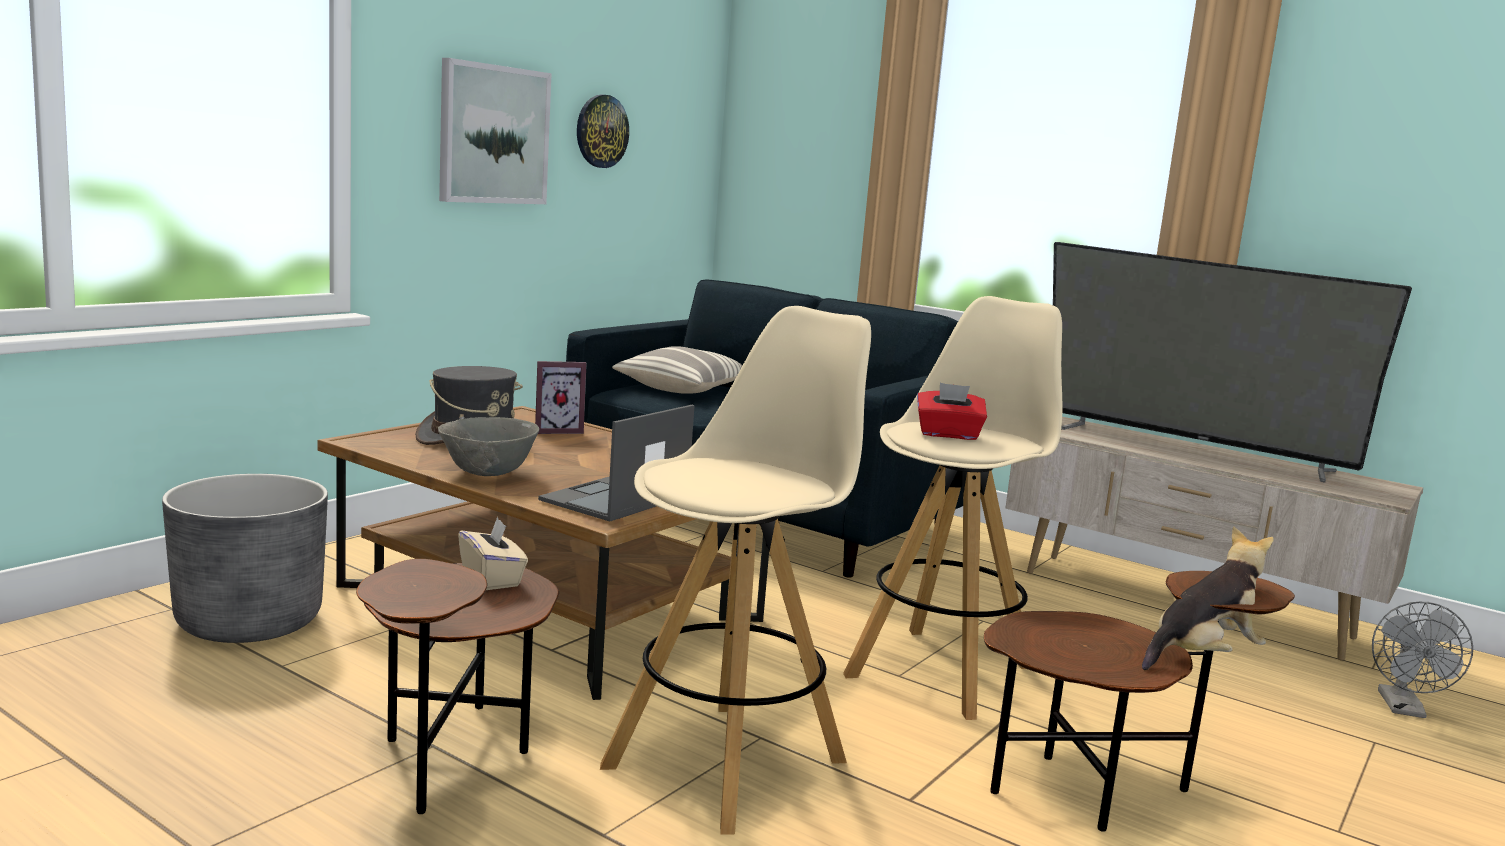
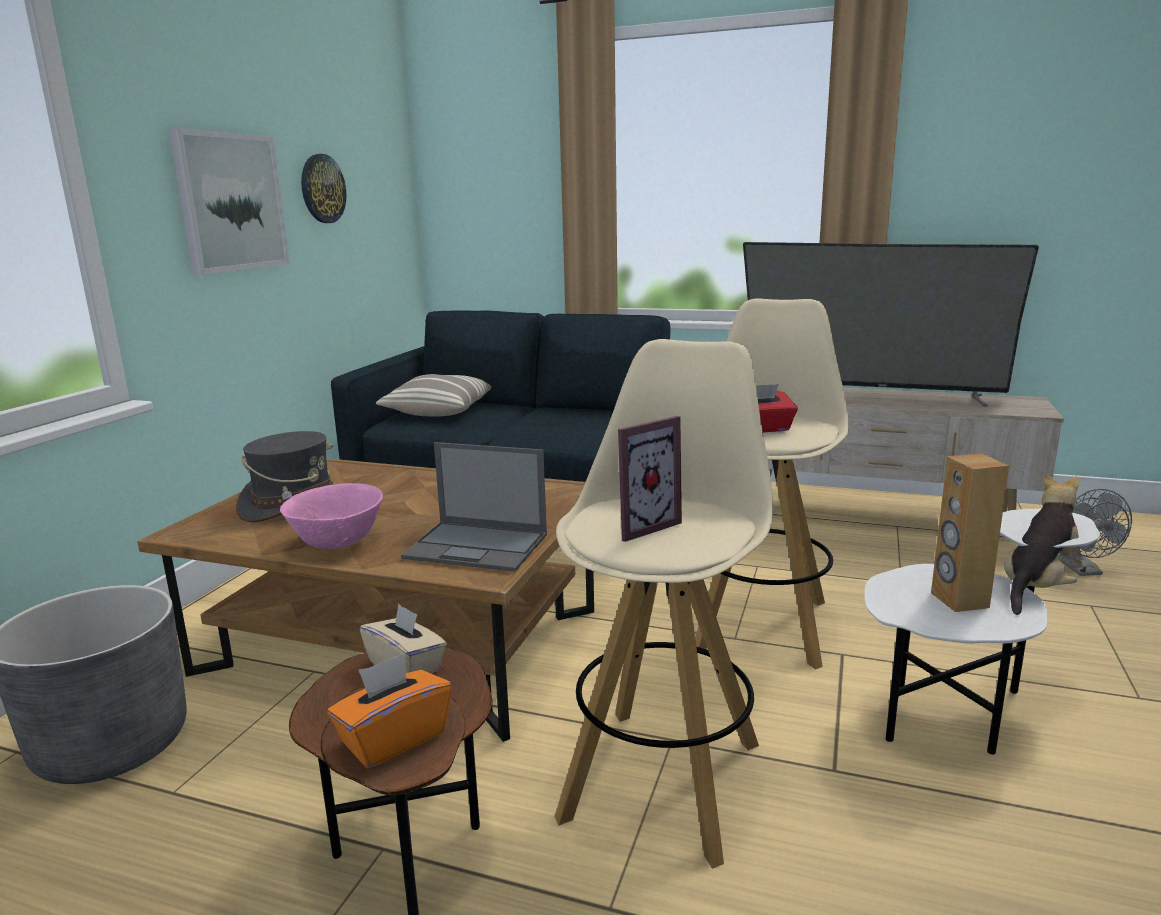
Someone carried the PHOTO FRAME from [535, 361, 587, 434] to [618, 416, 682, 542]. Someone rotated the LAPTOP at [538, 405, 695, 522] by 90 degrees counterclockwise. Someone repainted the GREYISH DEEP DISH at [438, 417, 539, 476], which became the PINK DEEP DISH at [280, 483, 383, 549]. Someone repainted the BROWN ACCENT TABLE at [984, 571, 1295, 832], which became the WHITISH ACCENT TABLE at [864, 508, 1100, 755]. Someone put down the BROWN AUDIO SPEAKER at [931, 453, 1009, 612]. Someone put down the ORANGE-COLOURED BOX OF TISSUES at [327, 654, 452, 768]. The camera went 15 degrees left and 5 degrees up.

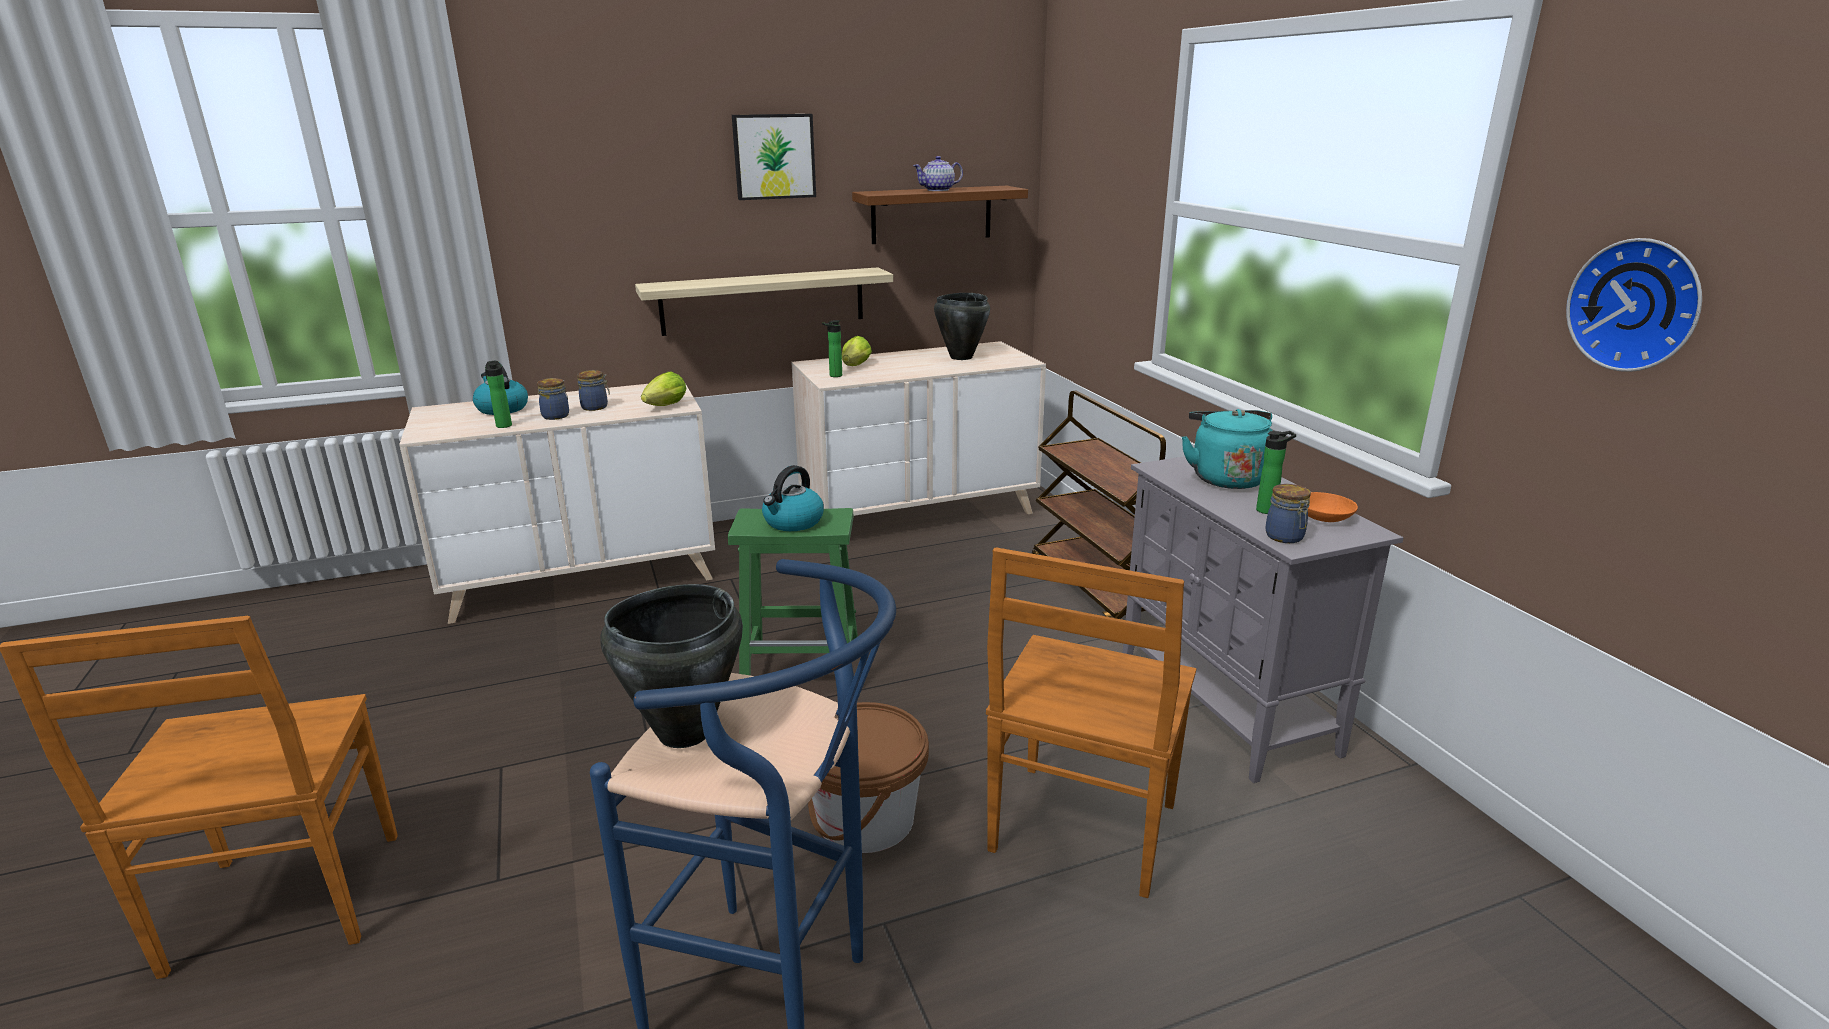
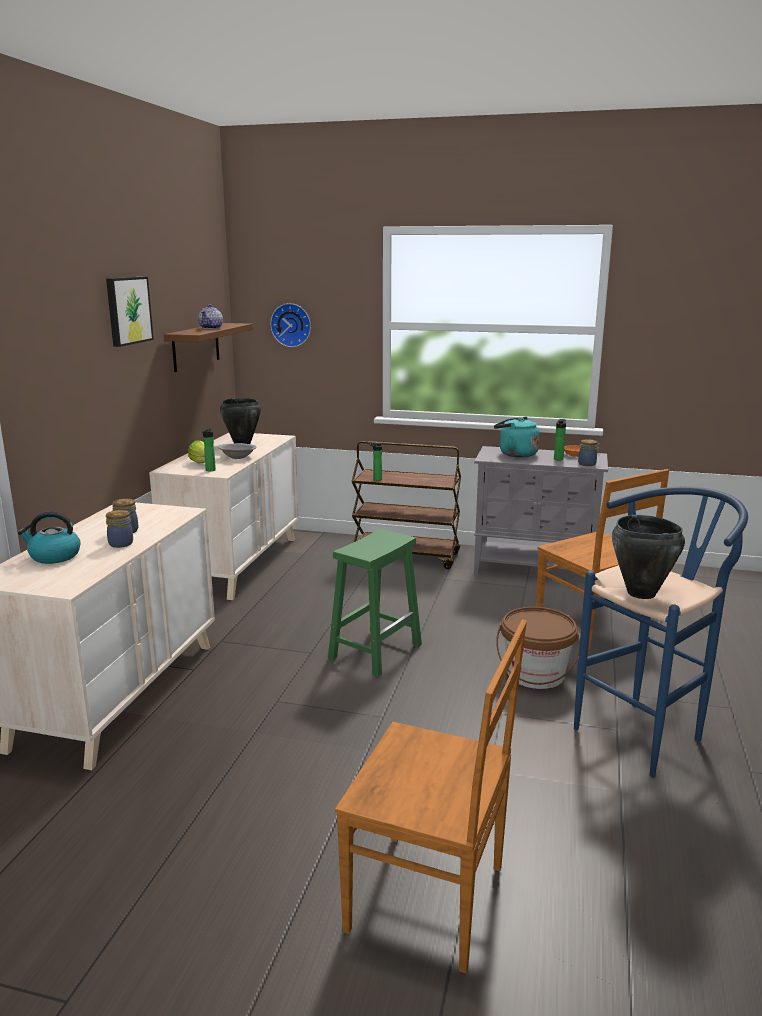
Someone carried the WALL CLOCK from [1566, 238, 1702, 372] to [270, 303, 311, 347]. Someone took away the SHELF at [635, 267, 893, 336]. Someone carried the BOTTLE from [485, 361, 512, 428] to [369, 443, 382, 481]. Someone took away the LETTUCE HEAD at [641, 371, 687, 406]. Someone took away the WATER KETTLE at [762, 465, 824, 531]. Someone put down the GREYISH DEEP DISH at [218, 443, 257, 459]. The camera went 55 degrees left and 5 degrees down.

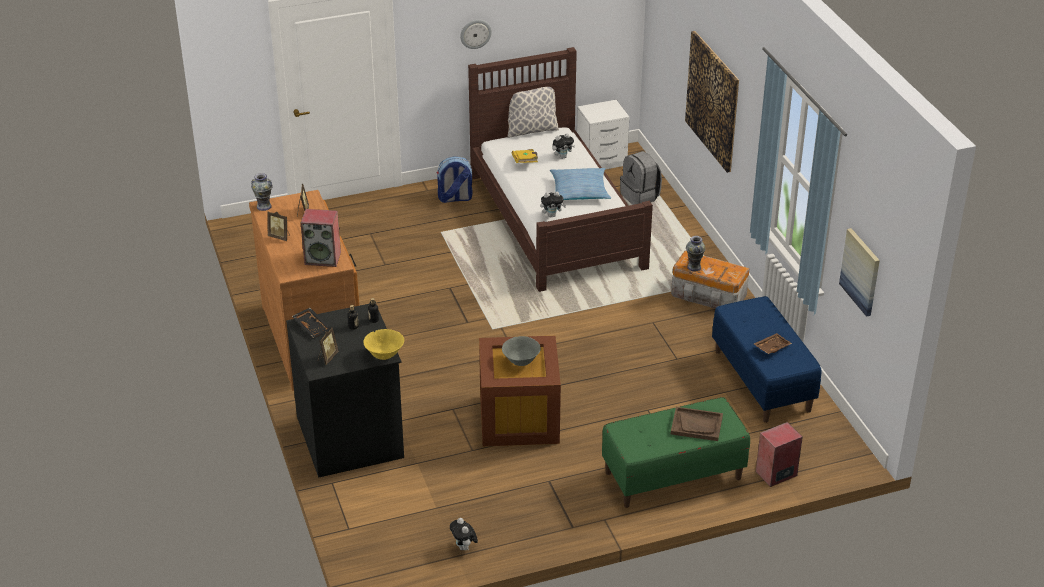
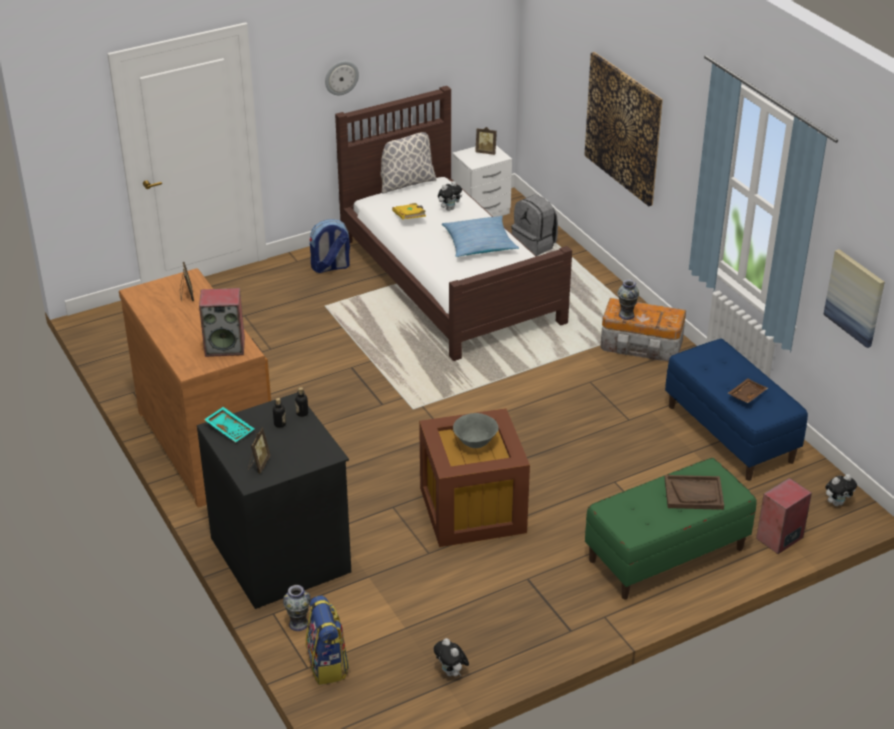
Someone carried the FLOWER VASE from [251, 173, 273, 211] to [283, 585, 311, 631]. Someone carried the CUDDLY TOY from [541, 191, 566, 217] to [825, 474, 857, 506]. Someone carried the PHOTO FRAME from [267, 211, 290, 241] to [475, 127, 497, 155]. Someone repainted the BLACK SERVING TRAY at [292, 308, 331, 338], which became the TURQUOISE-COLOURED SERVING TRAY at [204, 407, 254, 443]. Someone took away the YELLOW DEEP DISH at [363, 329, 404, 360]. Someone put down the BACKPACK at [306, 596, 349, 685]. The camera went 10 degrees left and 0 degrees up.

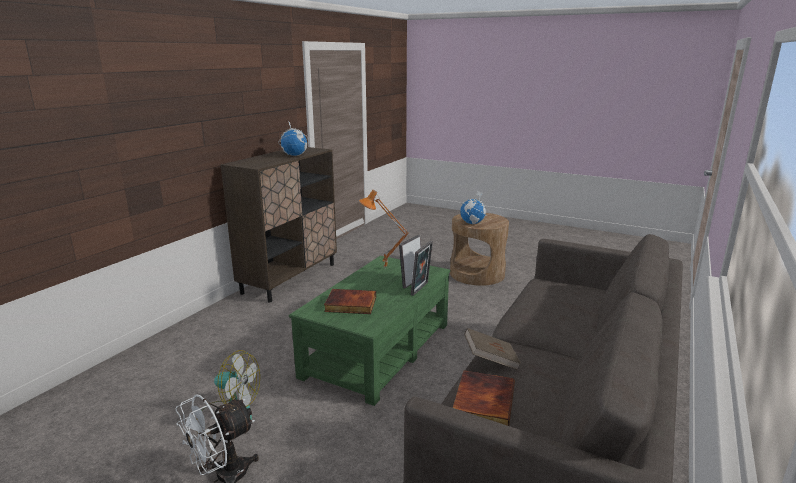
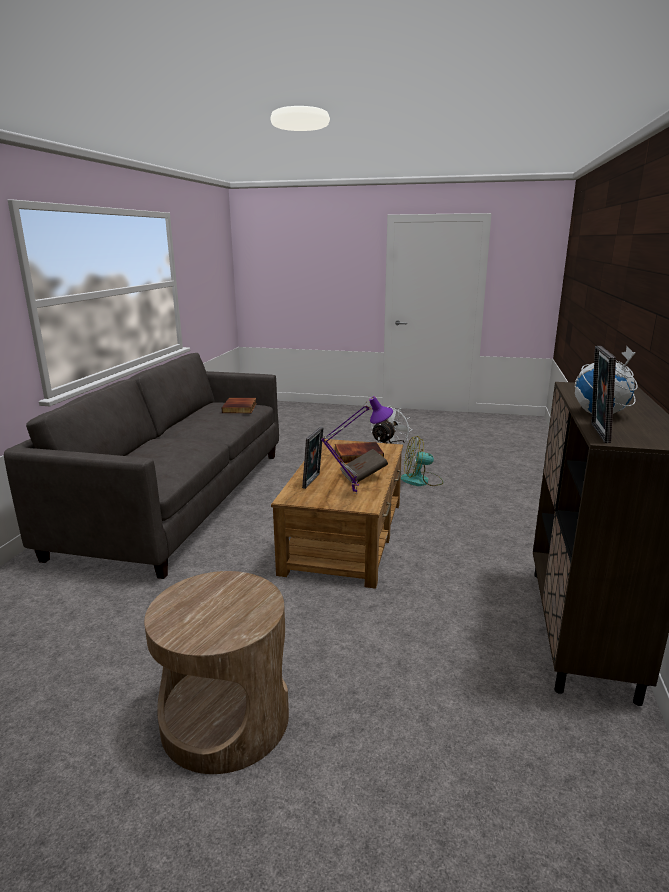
Someone repainted the ORANGE-COLOURED TABLE LAMP at [359, 190, 409, 269], which became the PURPLISH TABLE LAMP at [321, 396, 393, 494]. Someone took away the DESK GLOBE at [461, 191, 487, 224]. Someone carried the PHOTO FRAME from [411, 241, 433, 296] to [591, 346, 616, 443]. Someone repainted the GREENISH LOUNGE TABLE at [289, 256, 451, 406], which became the BROWN LOUNGE TABLE at [271, 439, 403, 589]. Someone carried the BROWN BOOK from [464, 328, 521, 370] to [340, 449, 388, 484]. The camera went 165 degrees right and 0 degrees up.

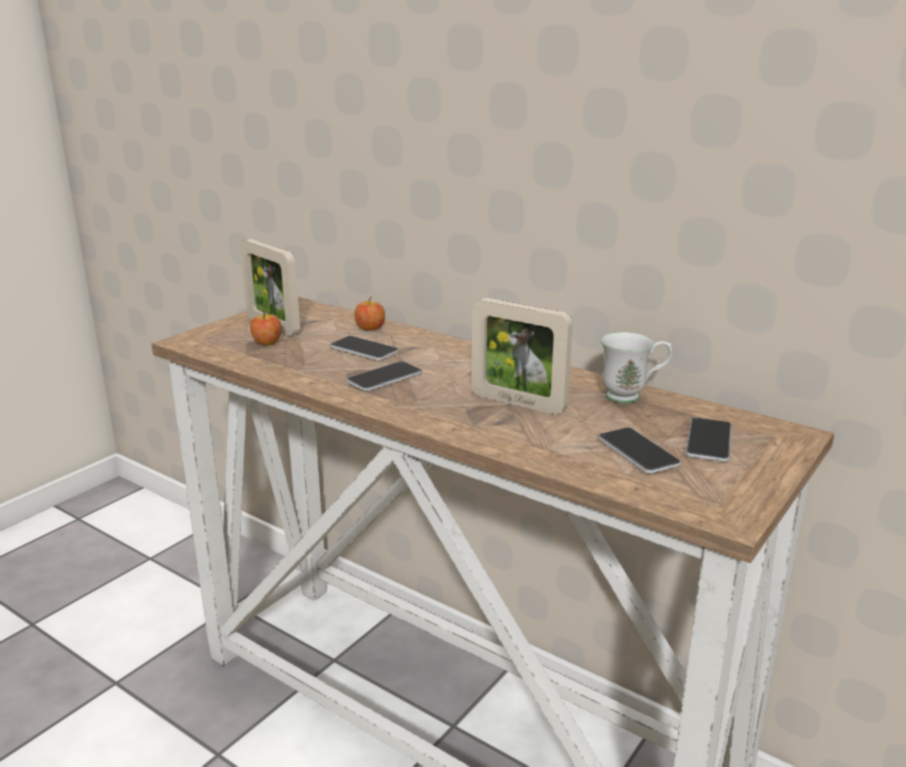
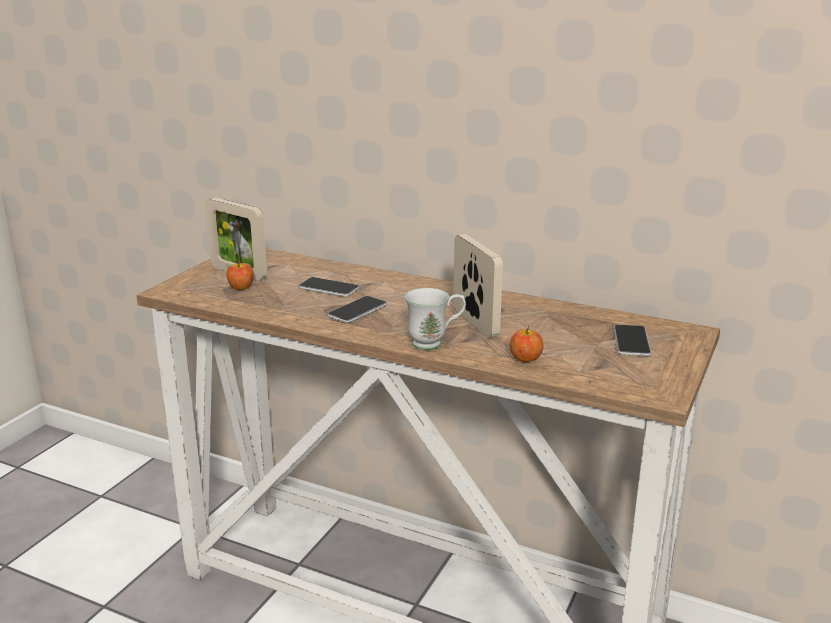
Someone carried the WHOLE APPLE from [354, 297, 385, 330] to [510, 326, 544, 362]. Someone rotated the PHOTO FRAME at [471, 298, 573, 415] by 135 degrees counterclockwise. Someone carried the WHITISH MUG from [601, 332, 672, 403] to [404, 288, 466, 350]. Someone took away the PHONE at [598, 427, 681, 474]. The camera went 10 degrees left and 0 degrees up.

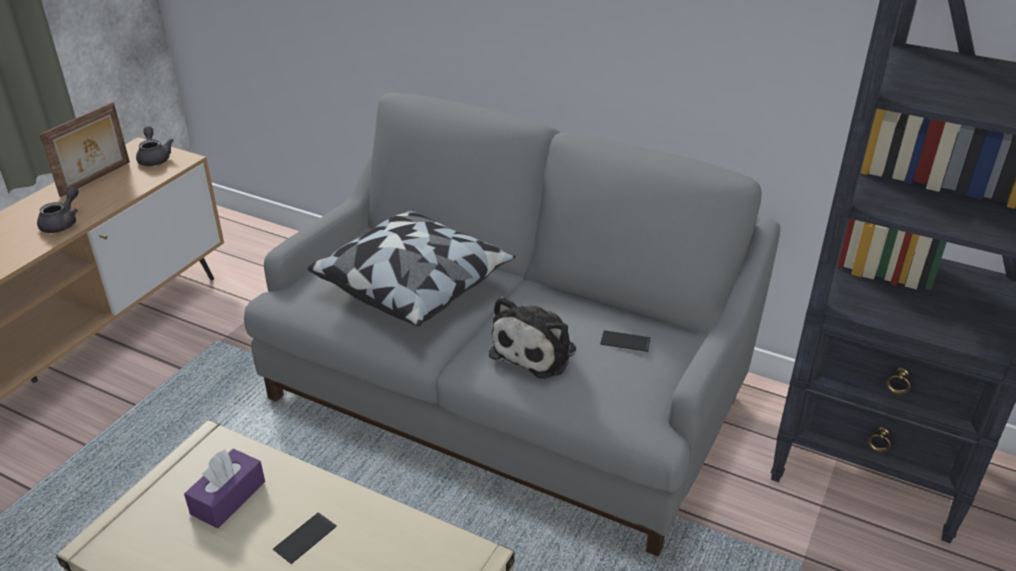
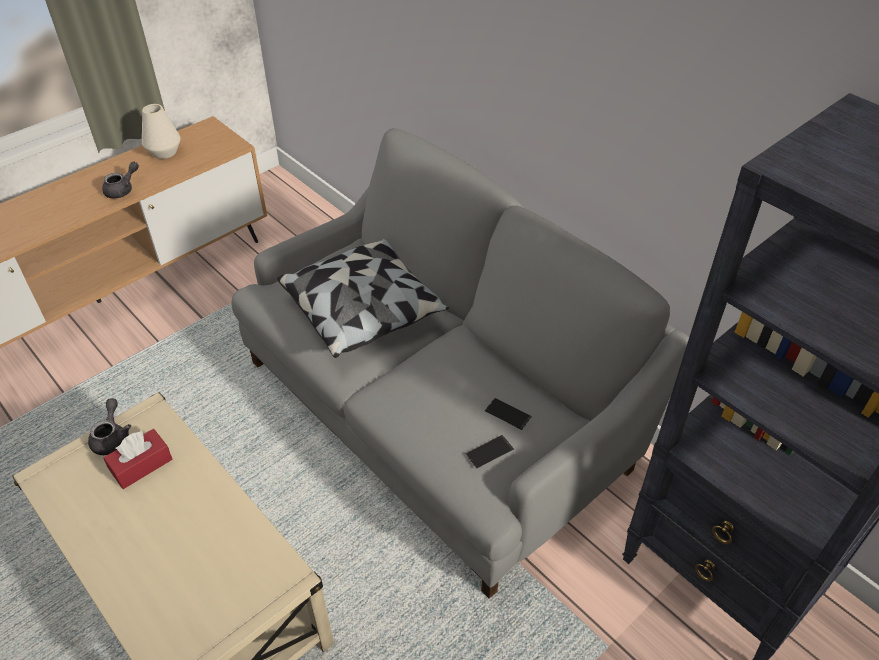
Someone swapped the PHOTO FRAME at [39, 102, 130, 197] for the WHITISH FLOWER VASE at [142, 104, 180, 159]. Someone carried the GREYISH TEAPOT from [136, 126, 174, 166] to [88, 398, 131, 455]. Someone took away the CUDDLY TOY at [489, 296, 576, 379]. Someone repainted the PURPLISH BOX OF TISSUES at [184, 449, 265, 528], which became the RED-COLOURED BOX OF TISSUES at [103, 429, 172, 489]. Someone carried the PHONE from [273, 512, 337, 564] to [465, 435, 514, 468]. The camera went 20 degrees right and 10 degrees up.

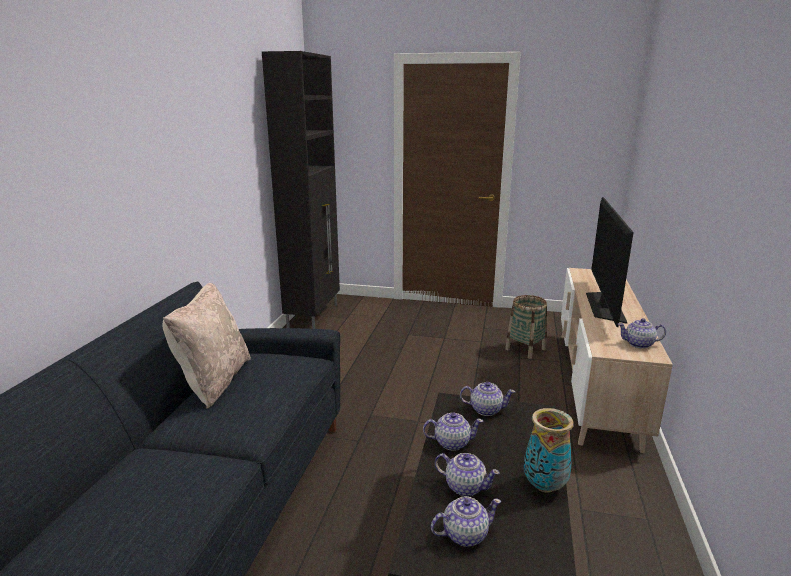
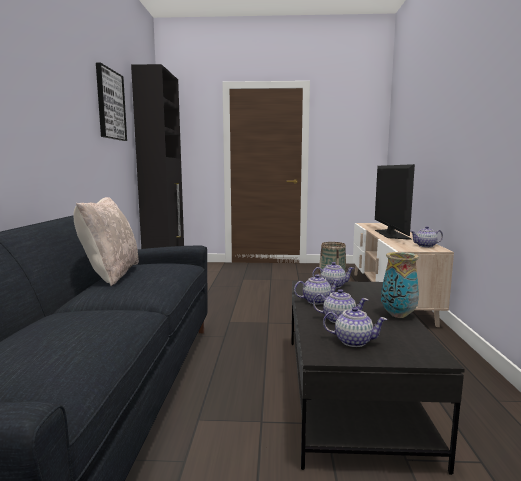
Someone rotated the TEAPOT at [431, 496, 501, 547] by 45 degrees clockwise. Someone put up the WALL PICTURE at [96, 63, 127, 141]. The camera went 10 degrees left and 10 degrees down.

